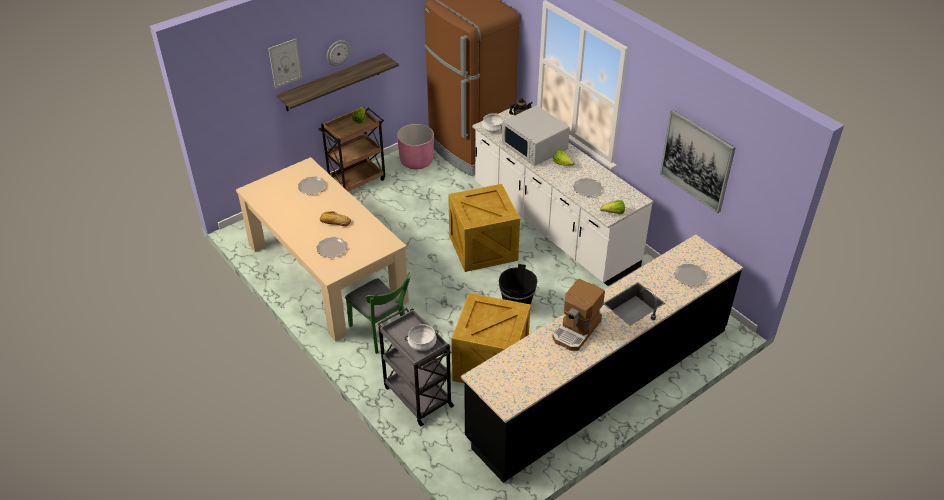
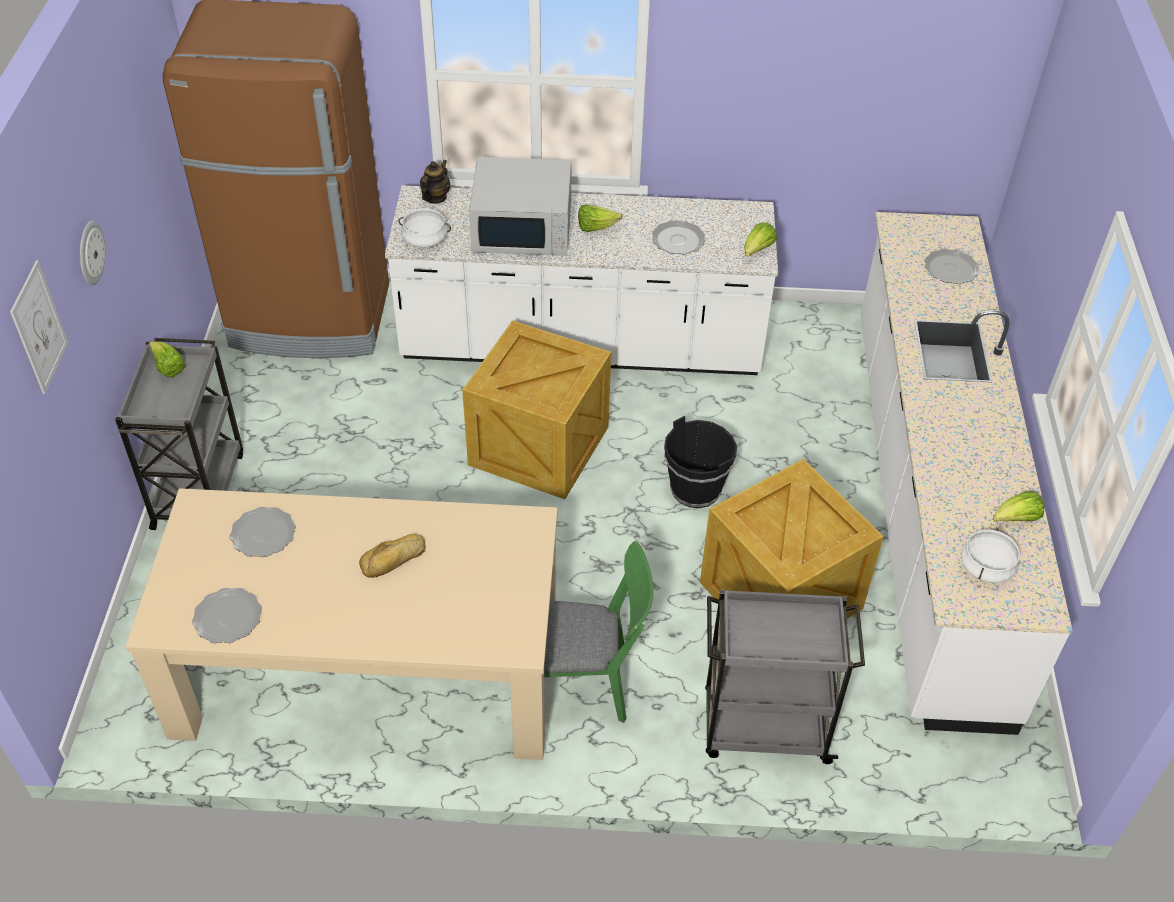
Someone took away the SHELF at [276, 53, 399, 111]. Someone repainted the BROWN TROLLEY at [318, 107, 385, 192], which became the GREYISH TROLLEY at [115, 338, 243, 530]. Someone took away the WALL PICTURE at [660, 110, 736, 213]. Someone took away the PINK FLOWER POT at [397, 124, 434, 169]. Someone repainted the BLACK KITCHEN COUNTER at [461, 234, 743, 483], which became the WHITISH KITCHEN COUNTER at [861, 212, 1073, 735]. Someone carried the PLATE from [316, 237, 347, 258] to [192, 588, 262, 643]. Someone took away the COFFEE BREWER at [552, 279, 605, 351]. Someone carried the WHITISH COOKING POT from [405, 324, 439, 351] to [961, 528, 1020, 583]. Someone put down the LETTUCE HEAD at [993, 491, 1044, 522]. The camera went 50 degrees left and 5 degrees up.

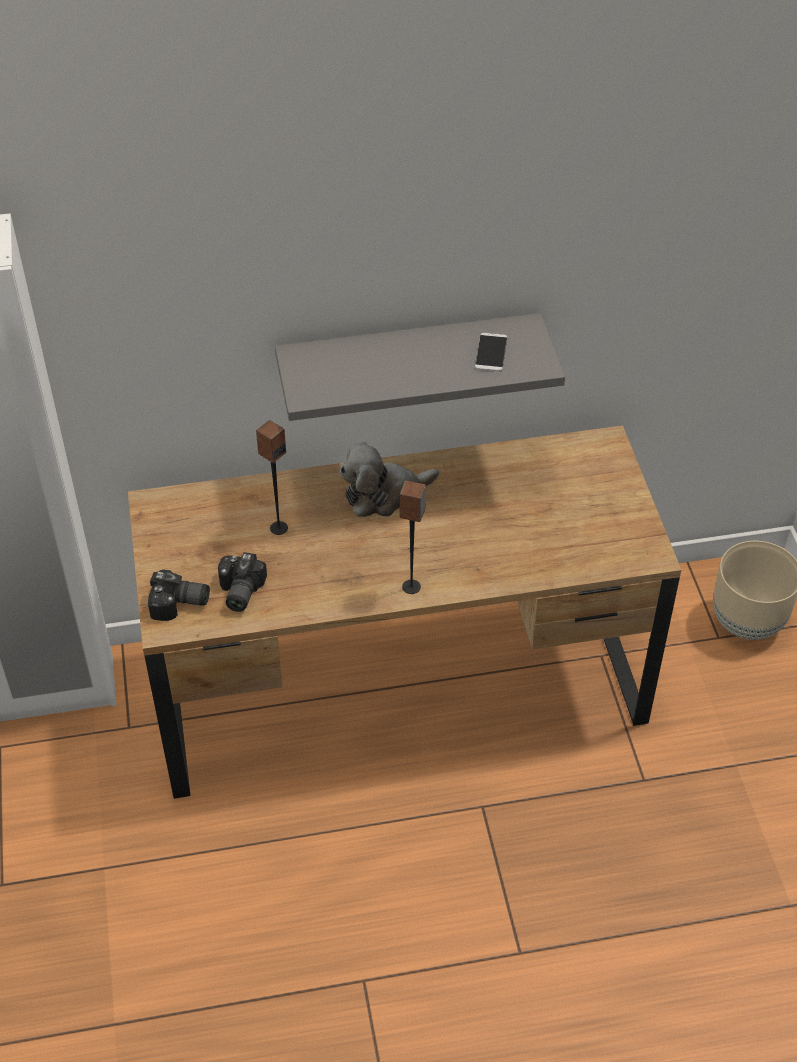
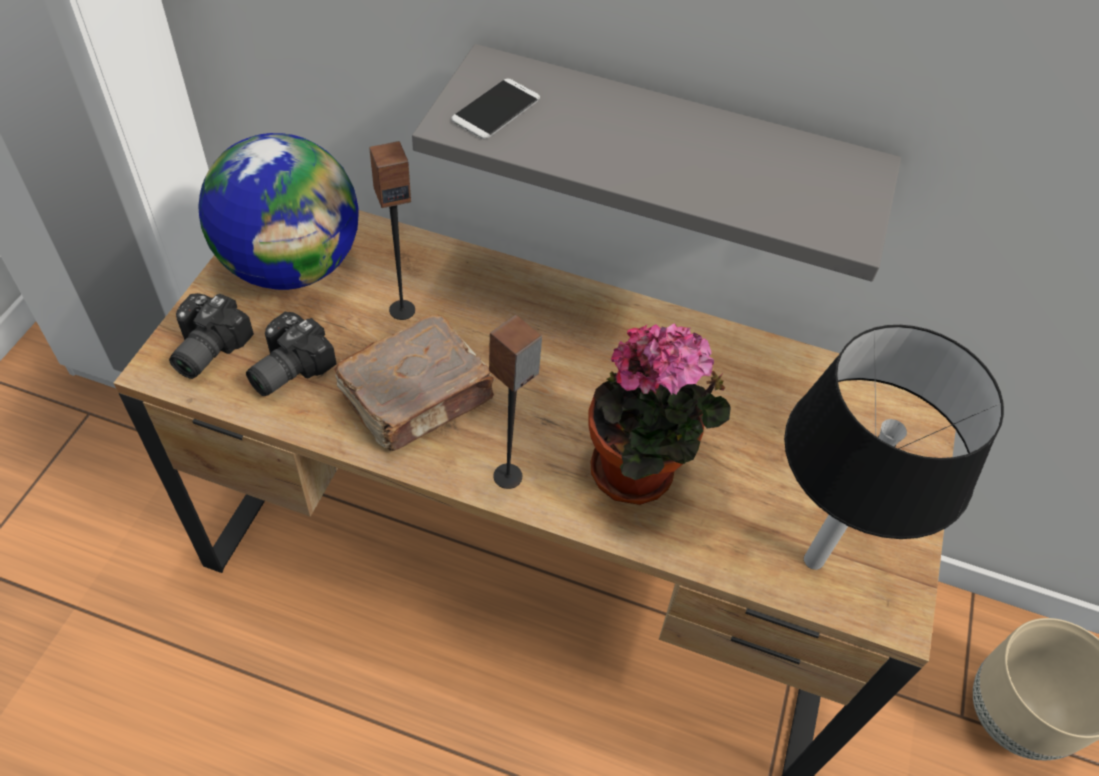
Someone carried the PHONE from [475, 333, 507, 371] to [451, 78, 540, 139]. Someone took away the CUDDLY TOY at [339, 442, 439, 517]. Someone rotated the PHOTO CAMERA at [148, 569, 210, 621] by 75 degrees clockwise. Someone put down the DESK GLOBE at [198, 133, 358, 290]. Someone put down the BROWN BOOK at [334, 315, 495, 451]. Someone put down the HOUSEPLANT at [588, 323, 731, 505]. Someone put down the BLACK TABLE LAMP at [784, 325, 1004, 570]. The camera went 25 degrees right and 5 degrees up.

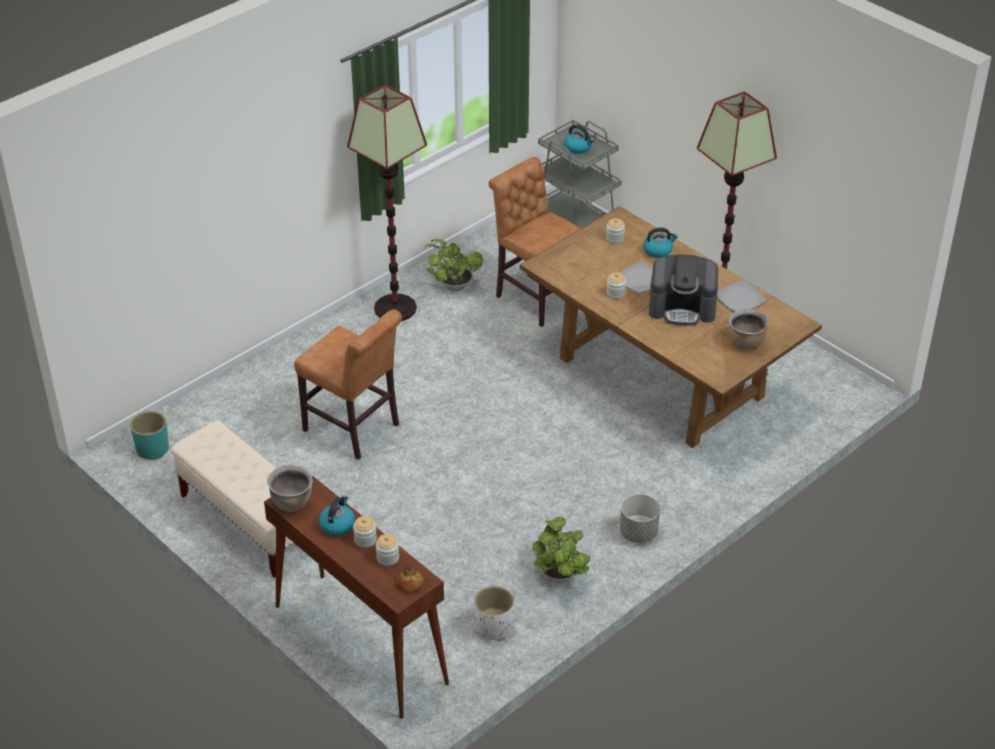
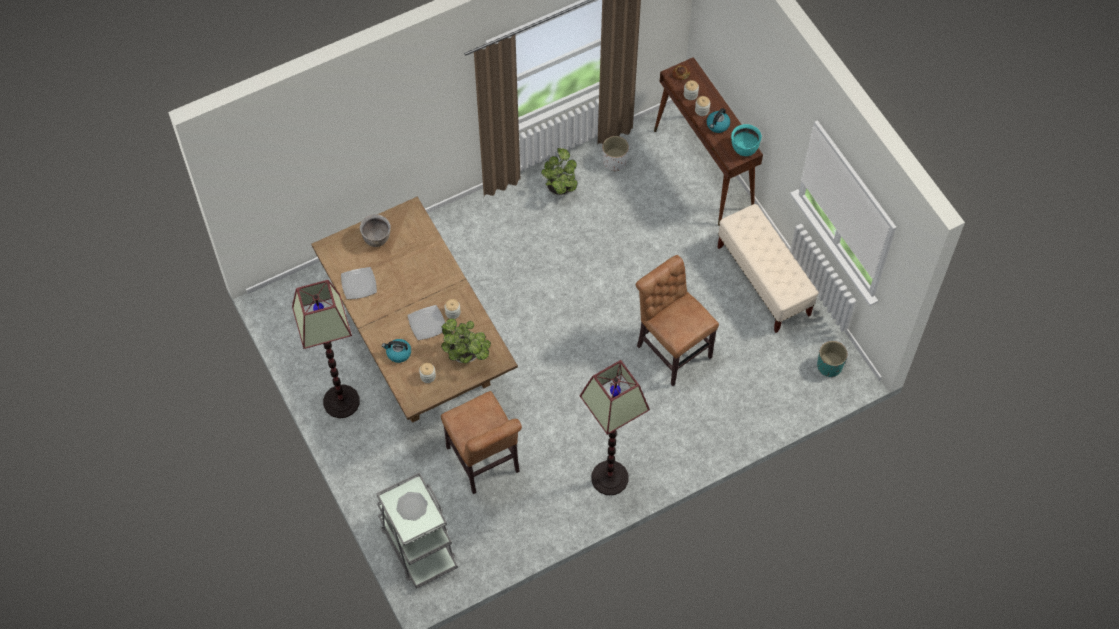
Someone swapped the WATER KETTLE at [565, 124, 594, 154] for the PLATE at [396, 492, 428, 521]. Someone carried the HOUSEPLANT from [425, 239, 483, 291] to [441, 318, 491, 363]. Someone took away the COFFEE BREWER at [649, 254, 718, 326]. Someone repainted the BROWN COOKING POT at [267, 465, 313, 512], which became the TURQUOISE-COLOURED COOKING POT at [731, 124, 762, 156]. Someone took away the GREYISH FLOWER POT at [620, 494, 660, 543]. The camera went 165 degrees left and 20 degrees up.

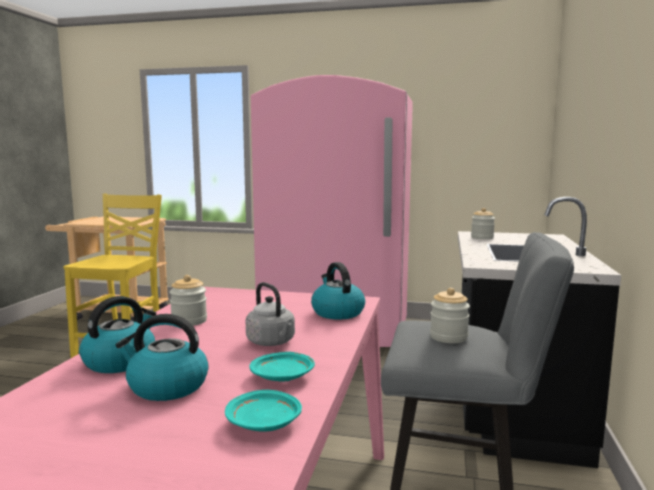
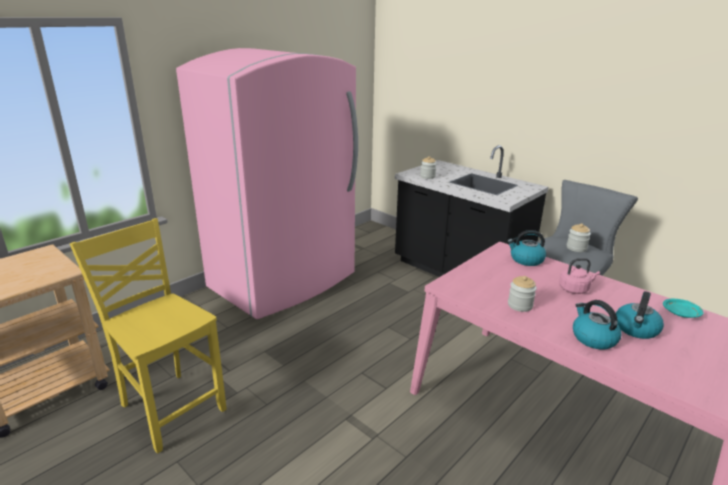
Someone repainted the GREYISH WATER KETTLE at [246, 282, 295, 346], which became the PINK WATER KETTLE at [559, 258, 600, 294]. Someone took away the TURQUOISE-COLOURED PLATE at [249, 352, 315, 381]. The camera went 60 degrees left and 15 degrees up.

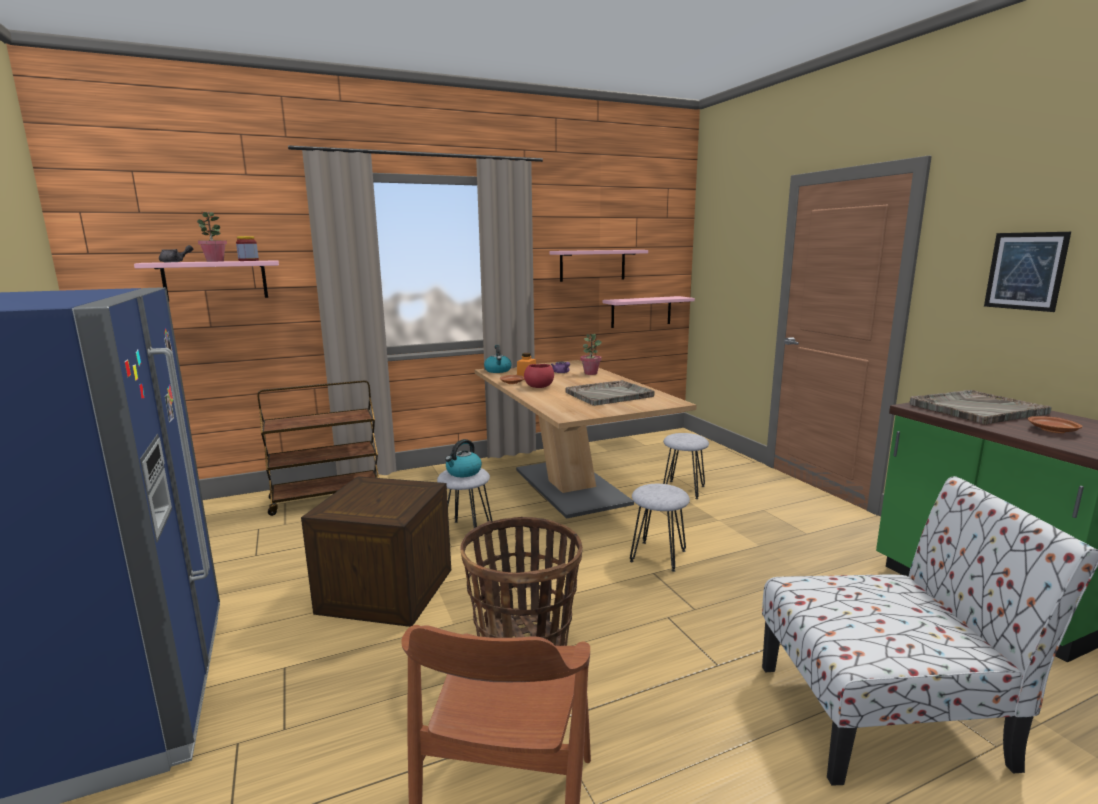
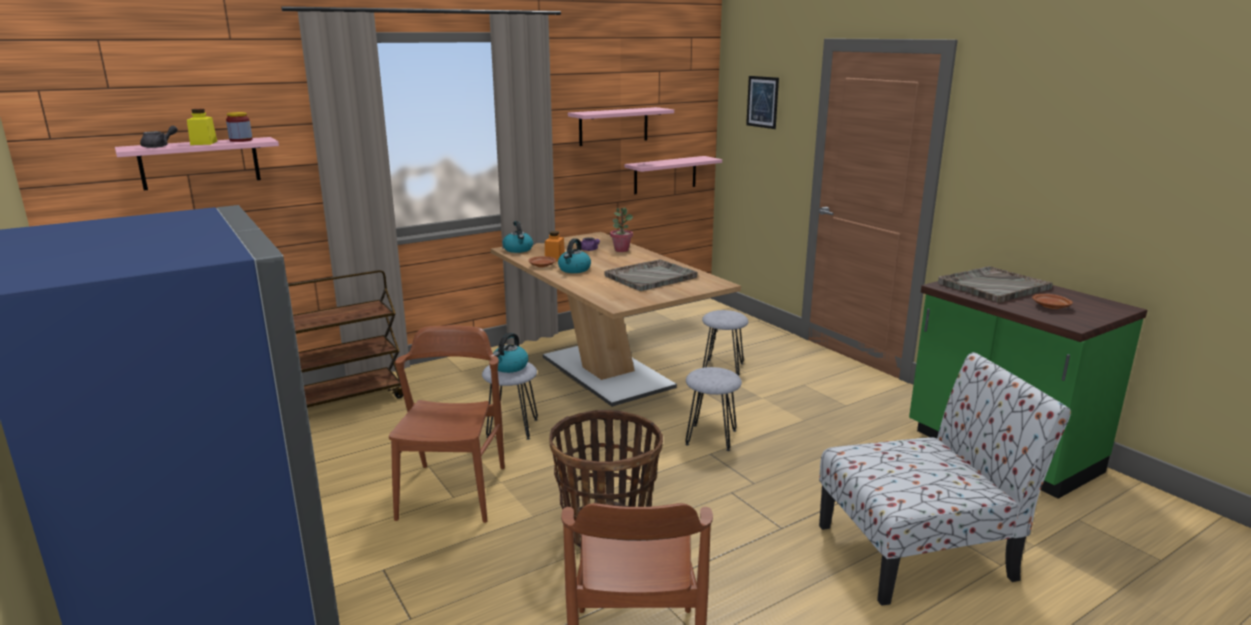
Someone swapped the HOUSEPLANT at [197, 211, 227, 262] for the YELLOW STORAGE JAR at [187, 109, 217, 145]. Someone carried the WALL PICTURE from [984, 232, 1071, 312] to [746, 76, 779, 129]. Someone swapped the RED-COLOURED DEEP DISH at [524, 364, 554, 388] for the WATER KETTLE at [558, 238, 591, 273]. Someone swapped the PACKING CRATE at [301, 476, 451, 627] for the BROWN UPRIGHT CHAIR at [389, 325, 505, 523]. The camera went 10 degrees left and 5 degrees up.

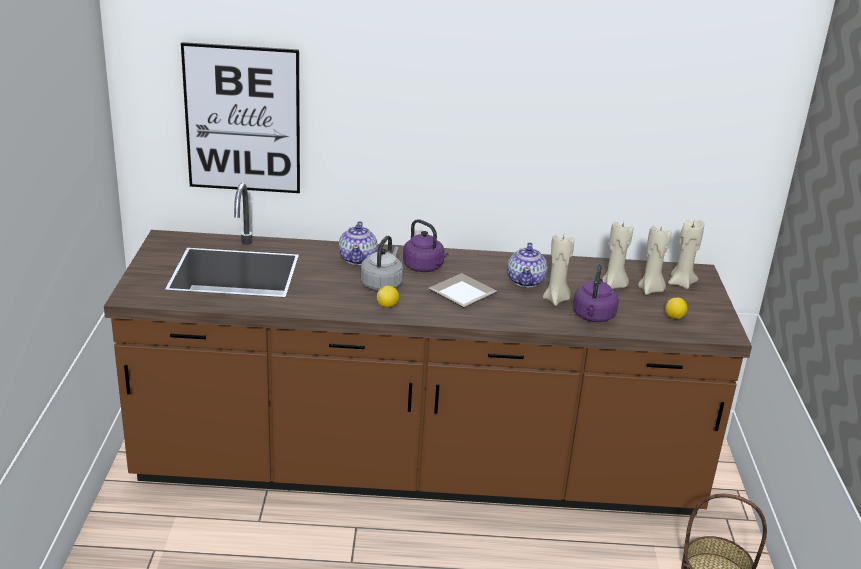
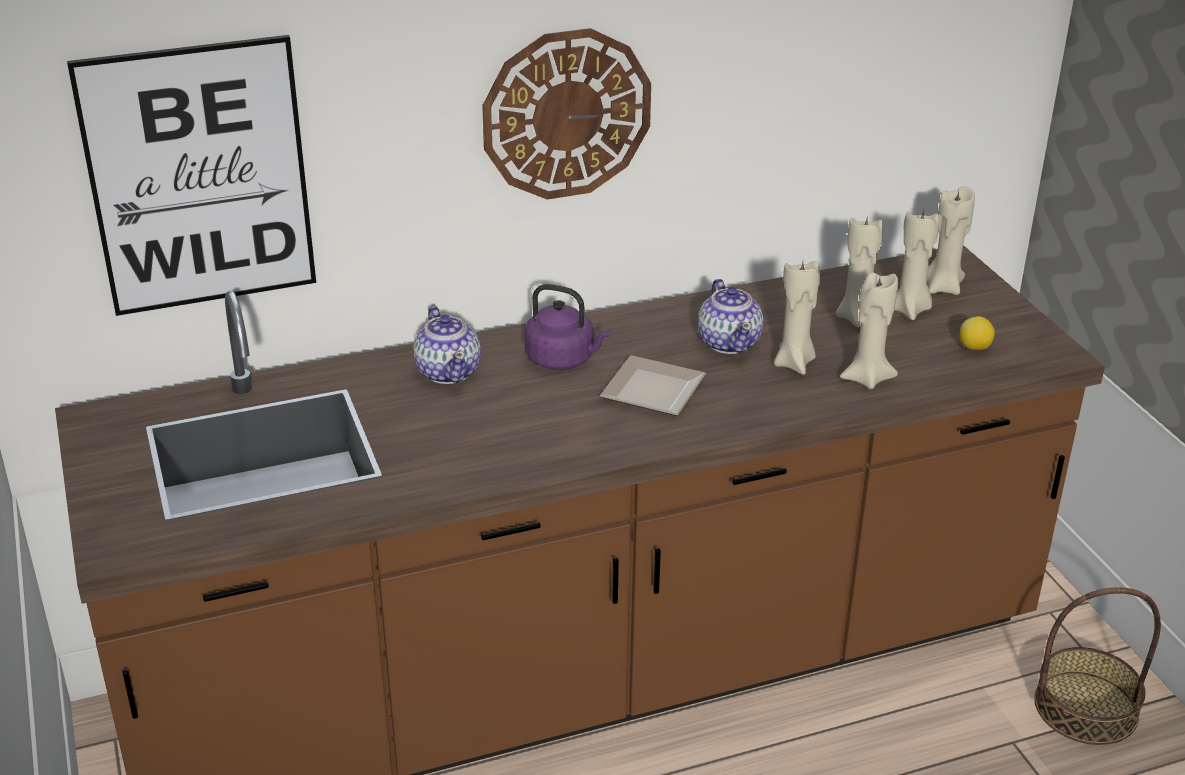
Someone took away the GREYISH WATER KETTLE at [360, 236, 403, 291]. Someone swapped the PURPLISH WATER KETTLE at [573, 264, 619, 322] for the BEIGE WAX CANDLE at [840, 272, 898, 389]. Someone took away the LEMON at [377, 286, 399, 308]. Someone put up the WALL CLOCK at [482, 28, 651, 200]. The camera went 20 degrees left and 5 degrees up.

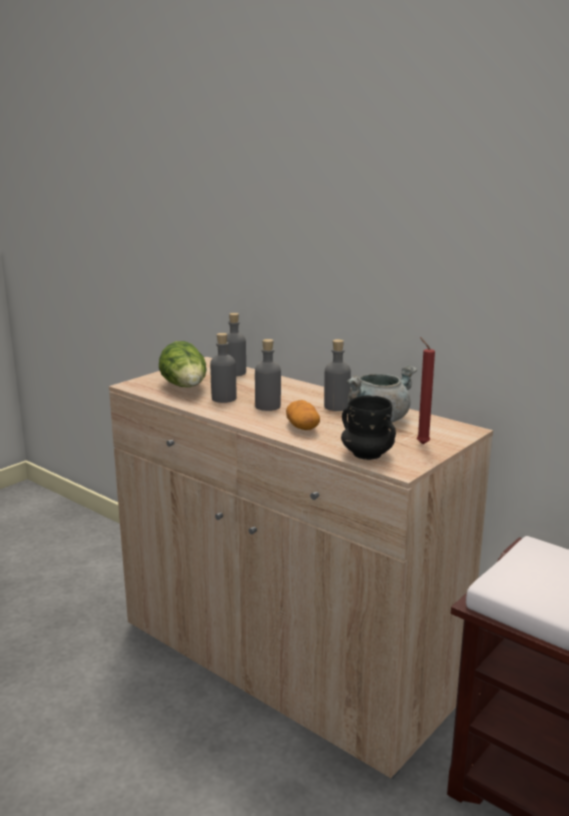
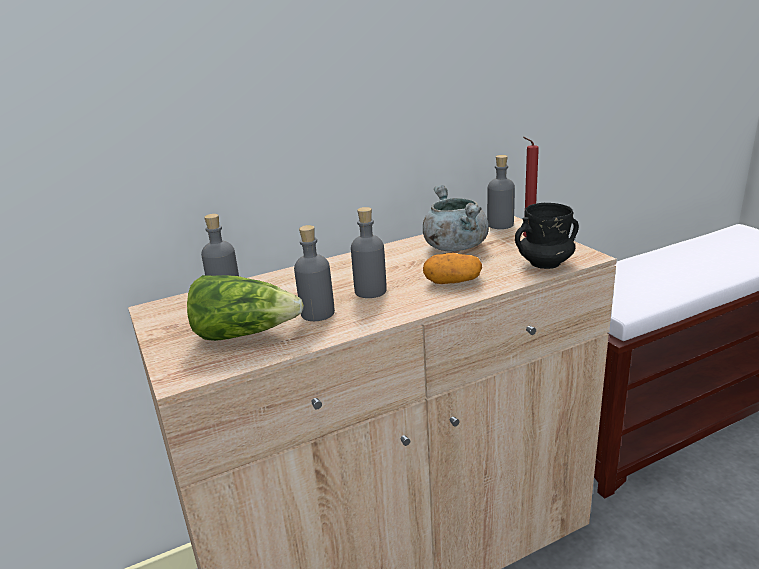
Someone carried the GREYISH BOTTLE from [324, 339, 351, 411] to [487, 155, 515, 229]. The camera went 65 degrees left and 5 degrees up.

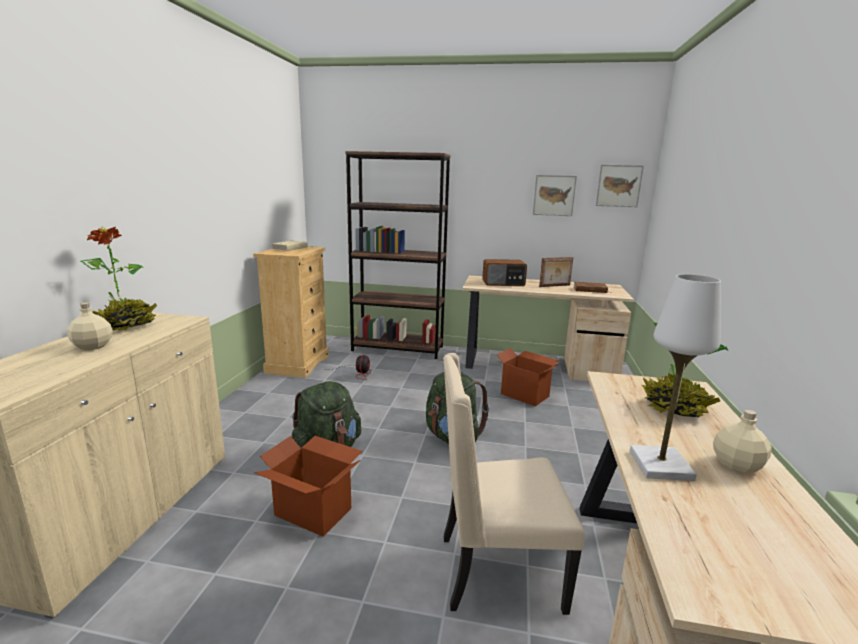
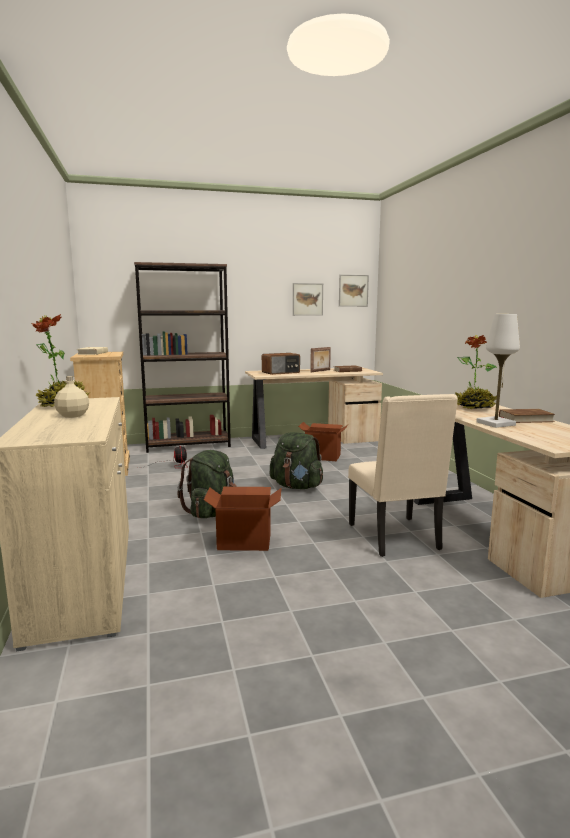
Someone rotated the BEIGE UPRIGHT CHAIR at [443, 353, 585, 615] by 75 degrees counterclockwise. Someone swapped the BEIGE BOTTLE at [713, 410, 772, 473] for the BROWN BOOK at [499, 409, 556, 423]. The camera went 25 degrees left and 5 degrees down.

